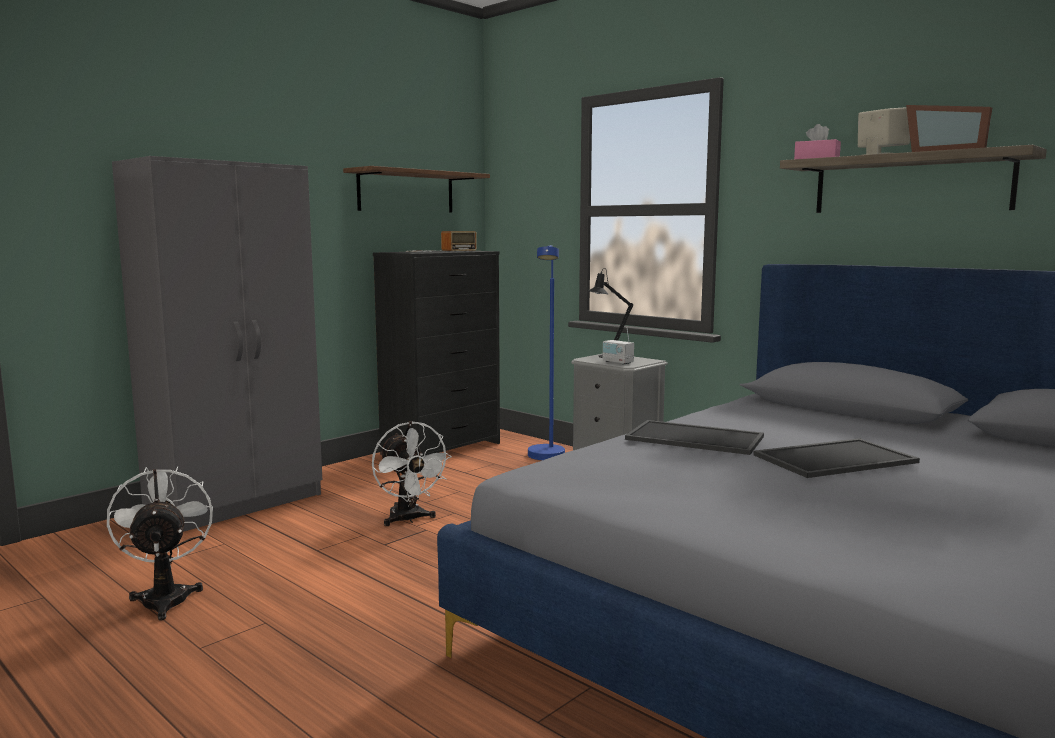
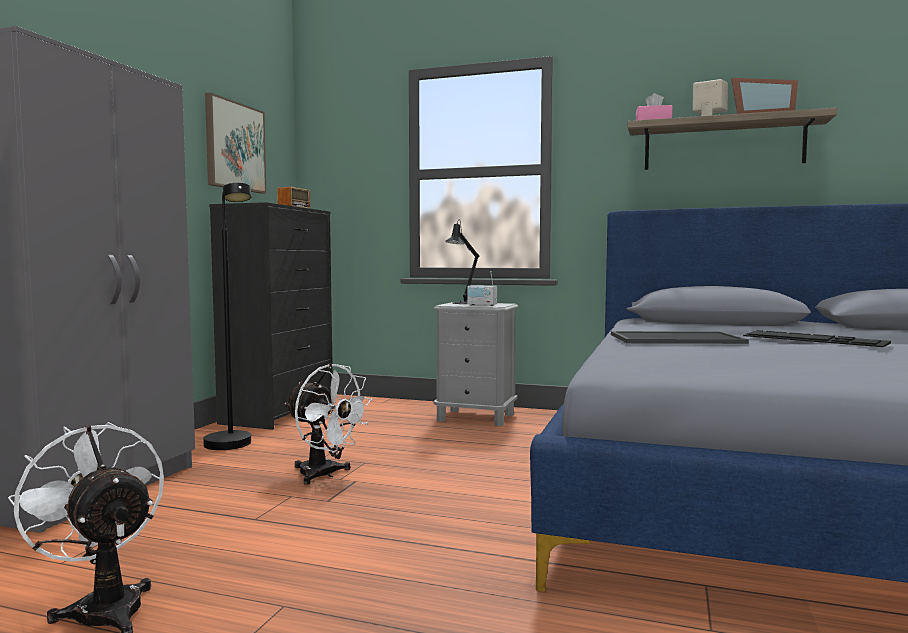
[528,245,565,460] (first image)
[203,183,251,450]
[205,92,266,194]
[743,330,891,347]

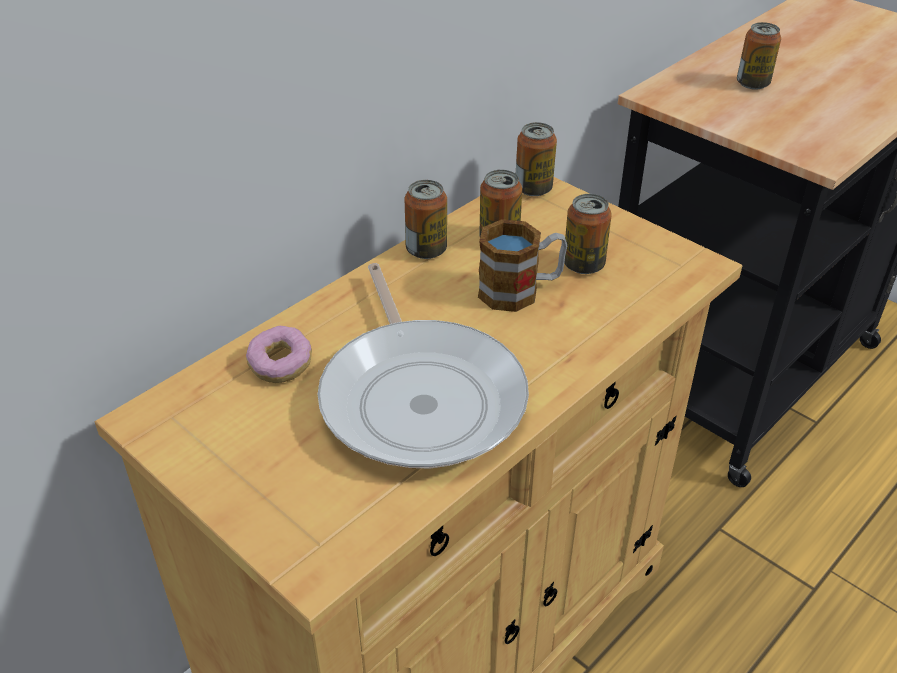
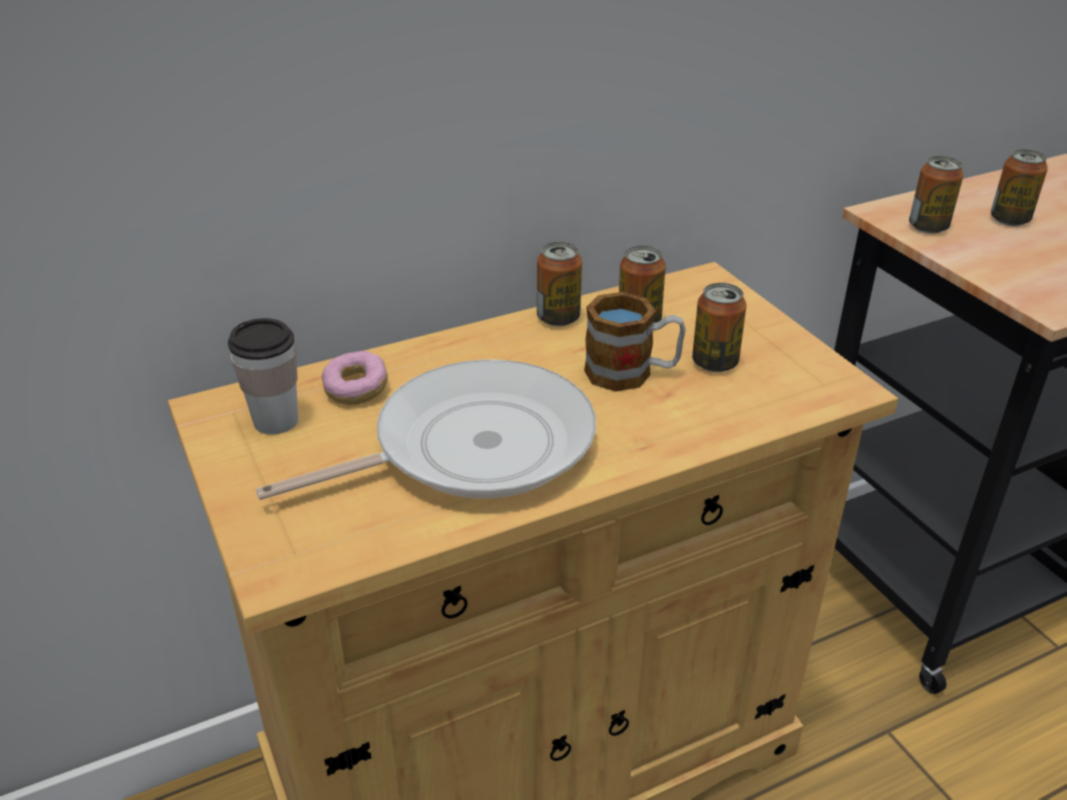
[228,318,298,435]
[909,156,964,234]
[256,359,596,500]

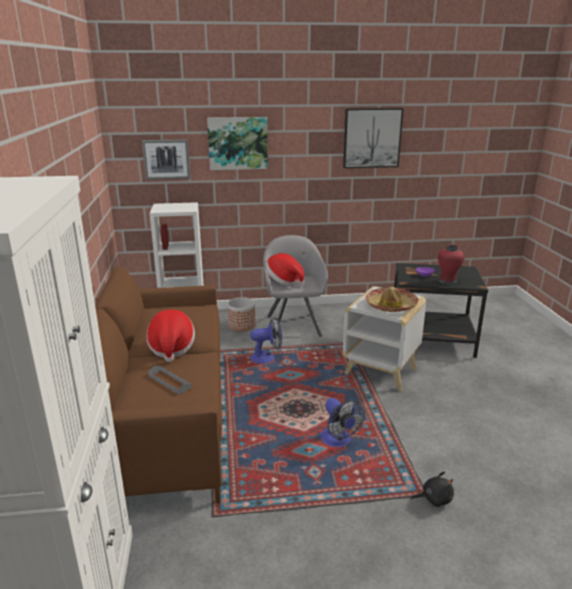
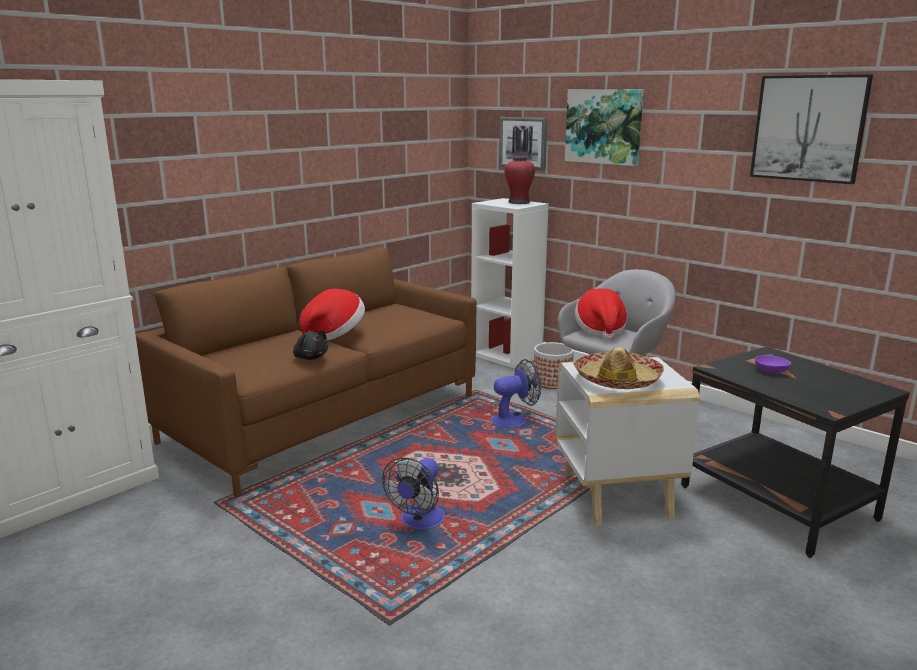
[149,366,191,394] (first image)
[293,330,328,360]
[504,156,535,204]
[491,359,541,427]

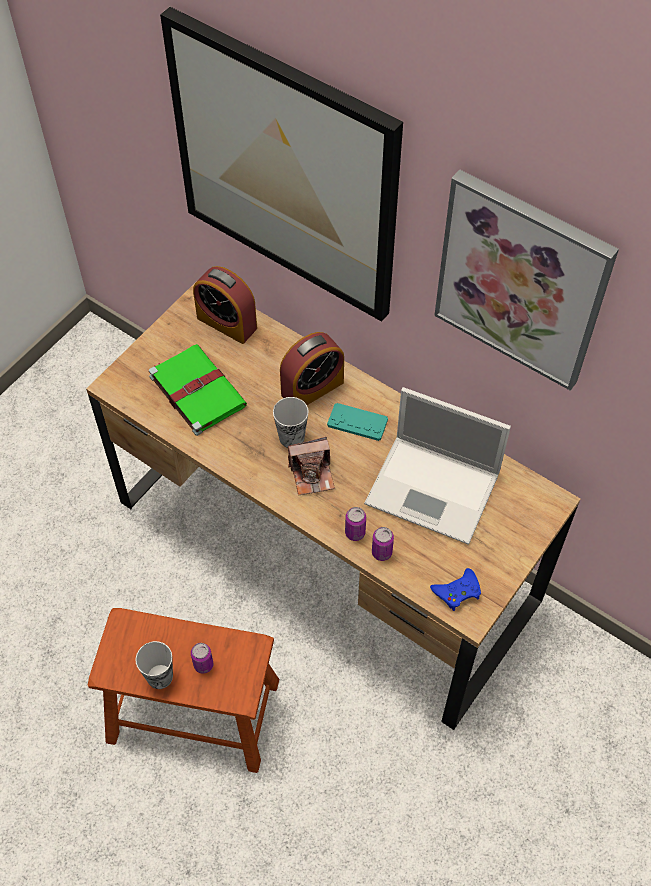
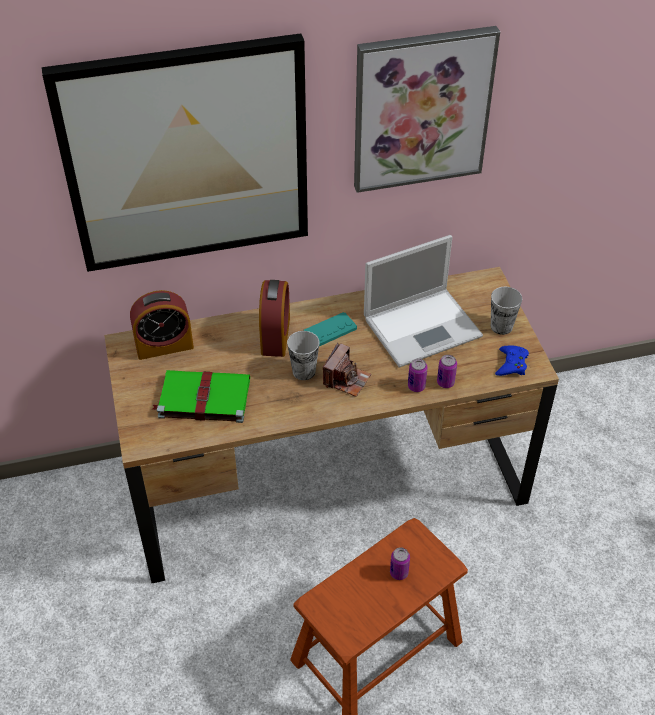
[491,287,522,335]

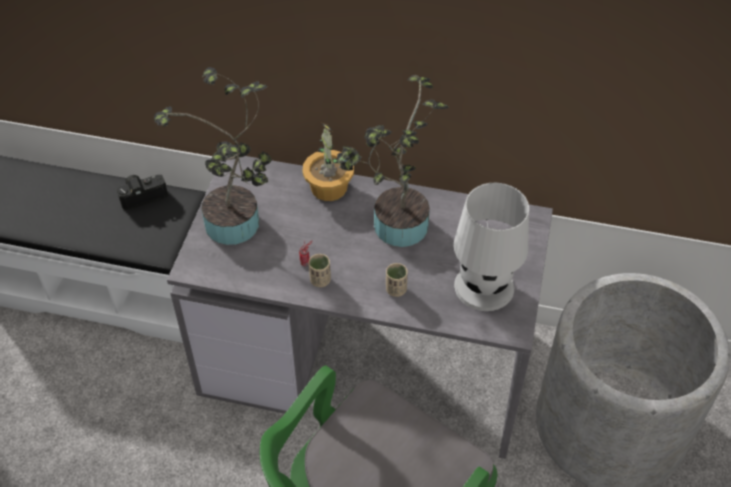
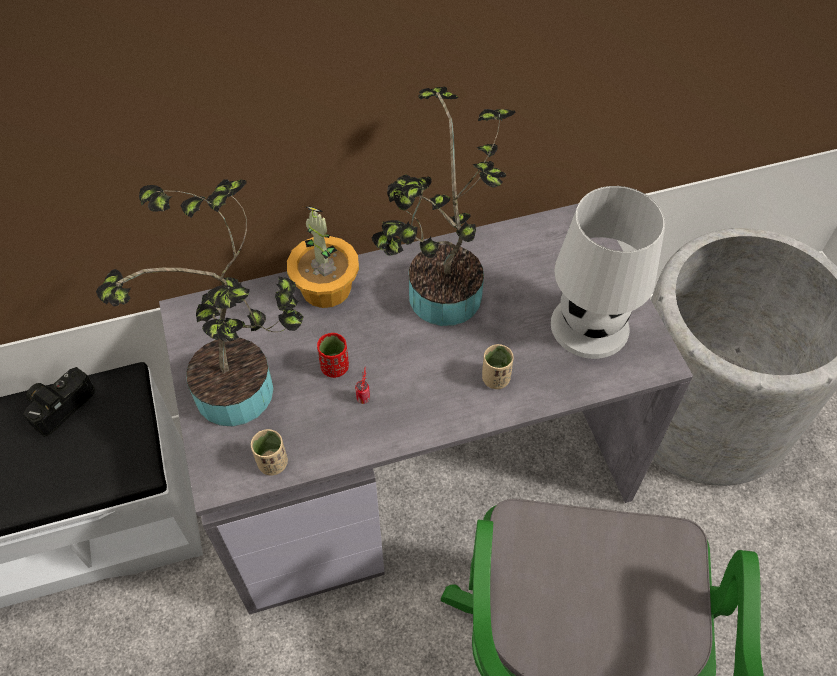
[317,333,349,378]
[251,429,288,475]

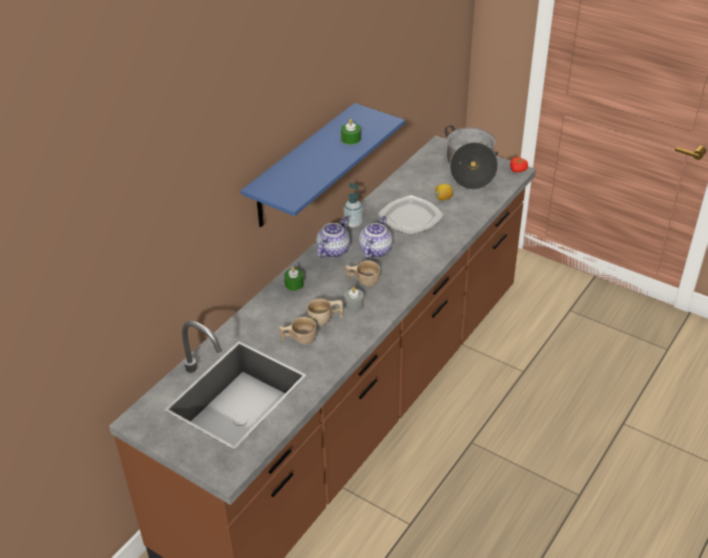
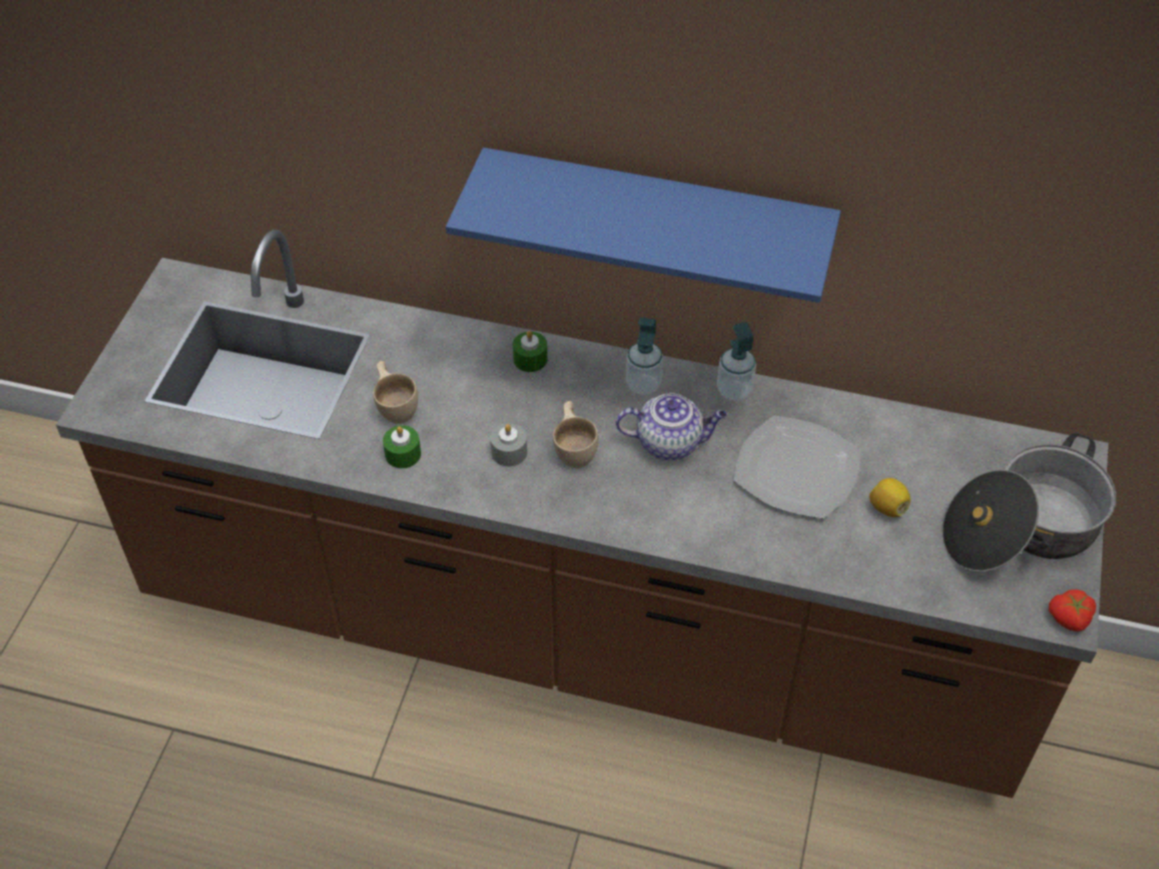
[307,299,343,327] (first image)
[383,425,421,468]
[626,317,663,395]

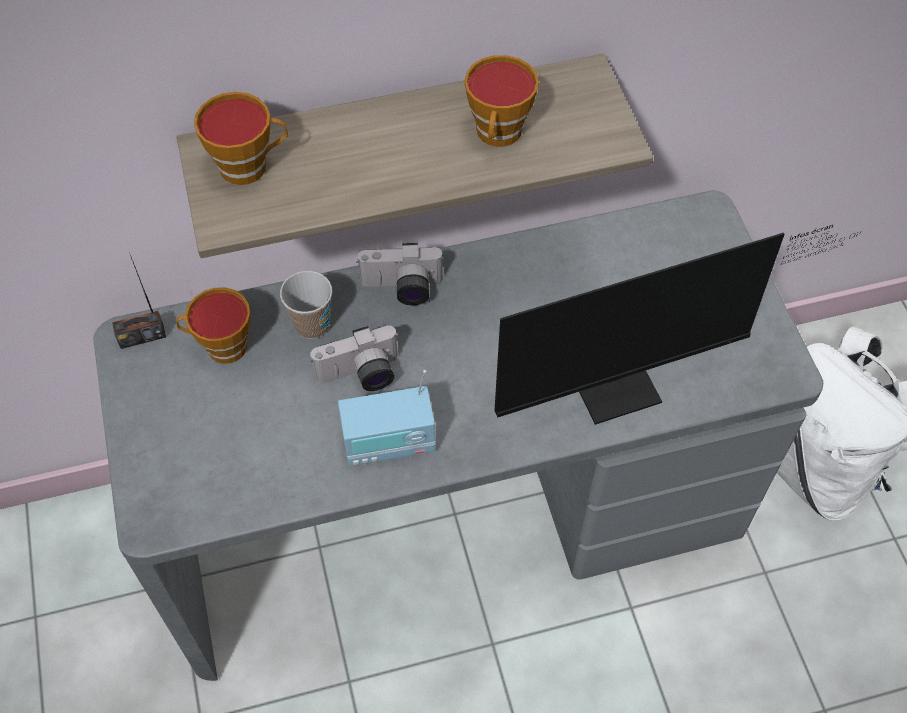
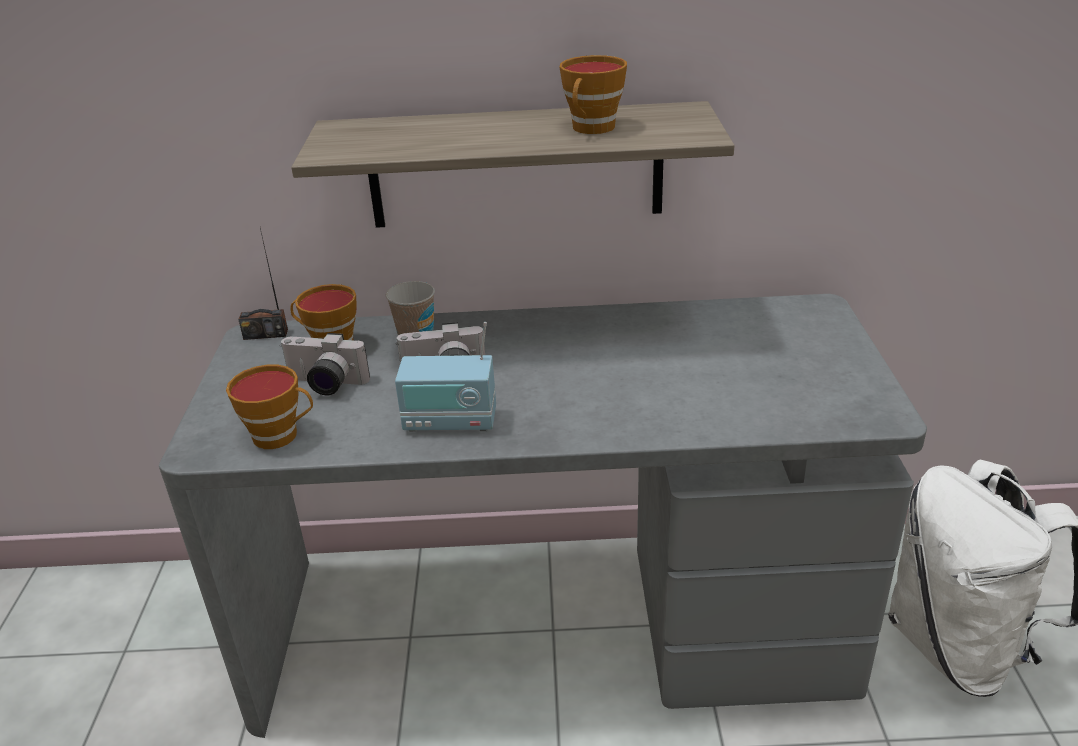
[494,225,861,425] (first image)
[226,365,313,449]
[280,333,370,395]

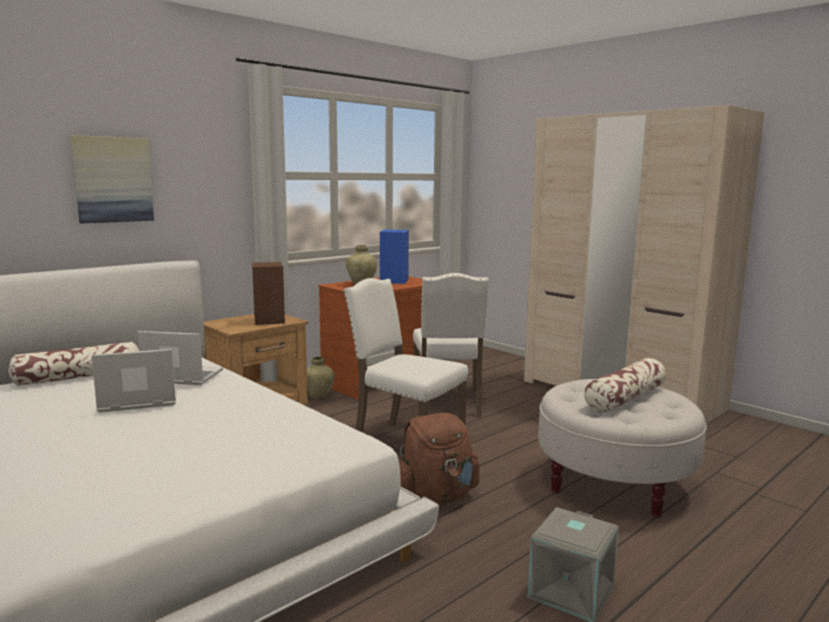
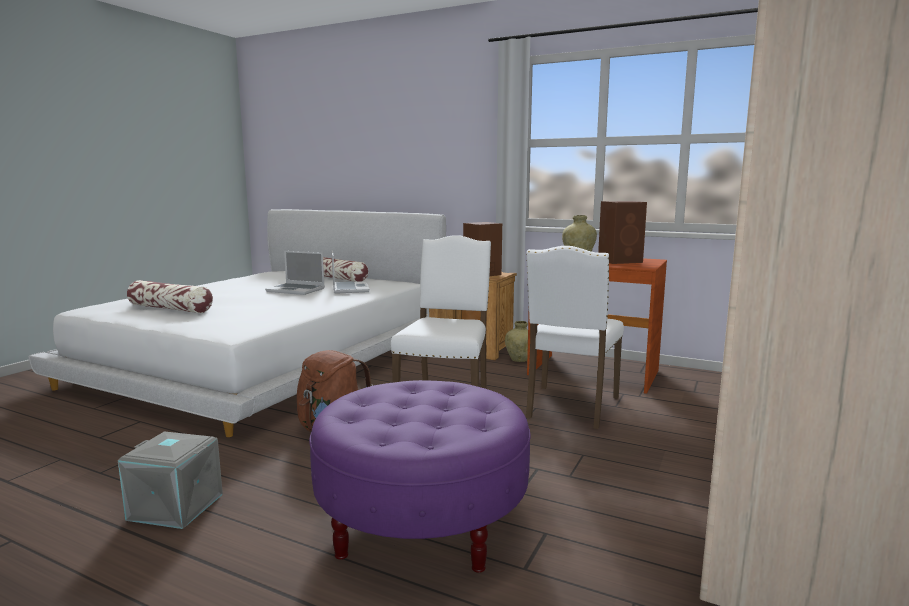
[71,135,154,223] (first image)
[127,280,213,313]
[598,201,647,264]
[309,380,531,573]
[265,251,325,295]
[526,246,624,429]

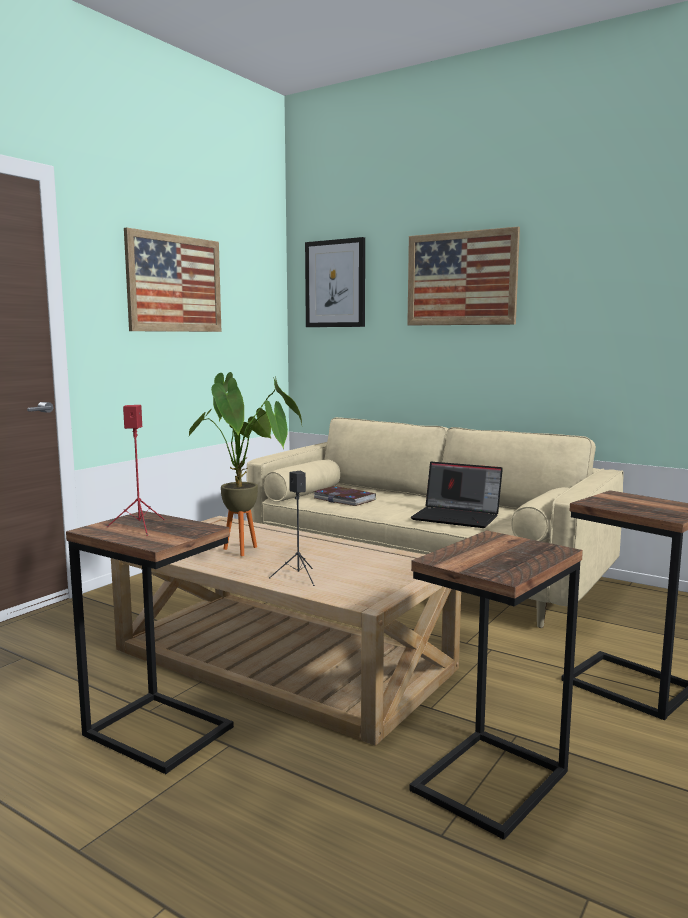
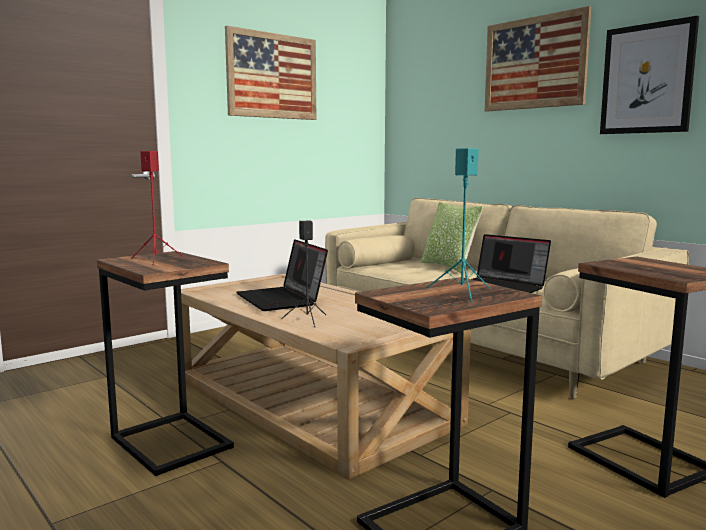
[313,486,376,506] (first image)
[420,202,483,273]
[425,148,490,302]
[600,16,699,134]
[237,239,328,311]

